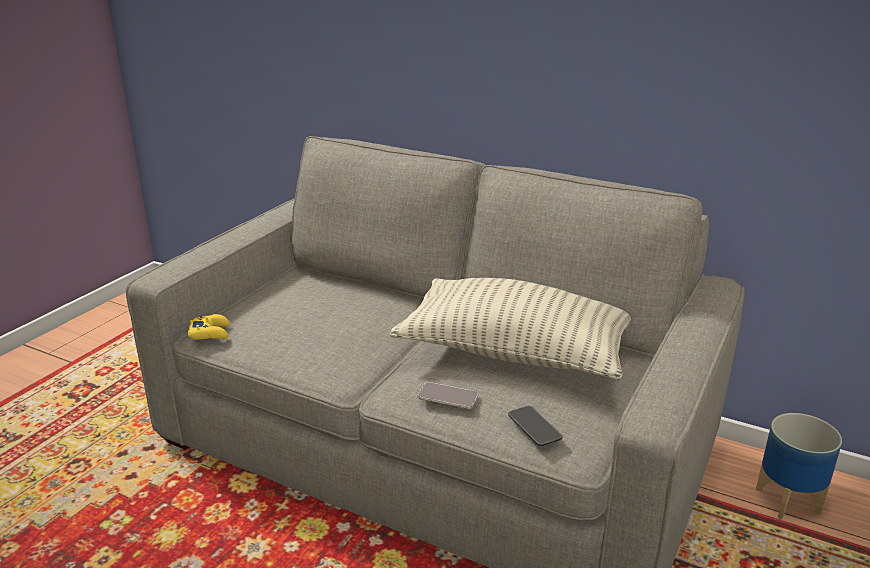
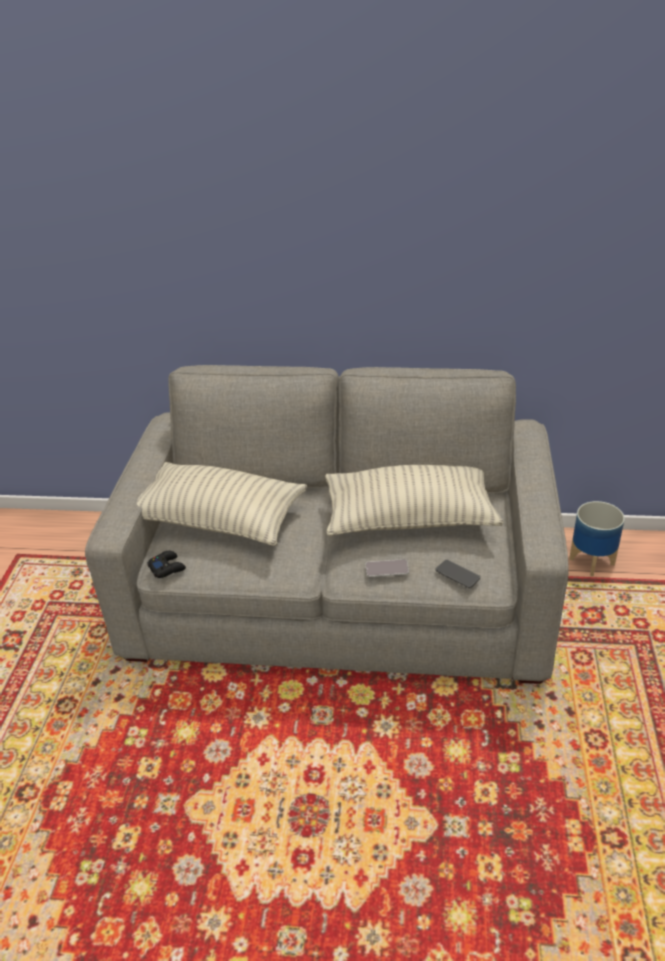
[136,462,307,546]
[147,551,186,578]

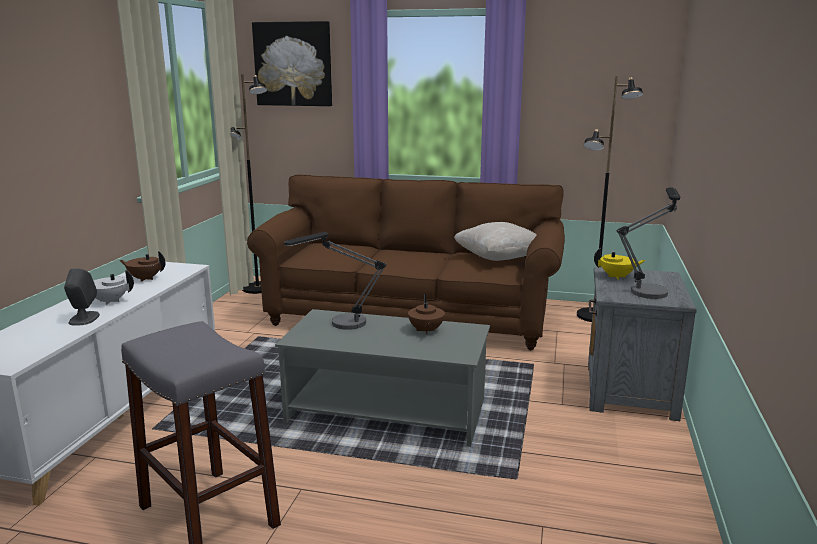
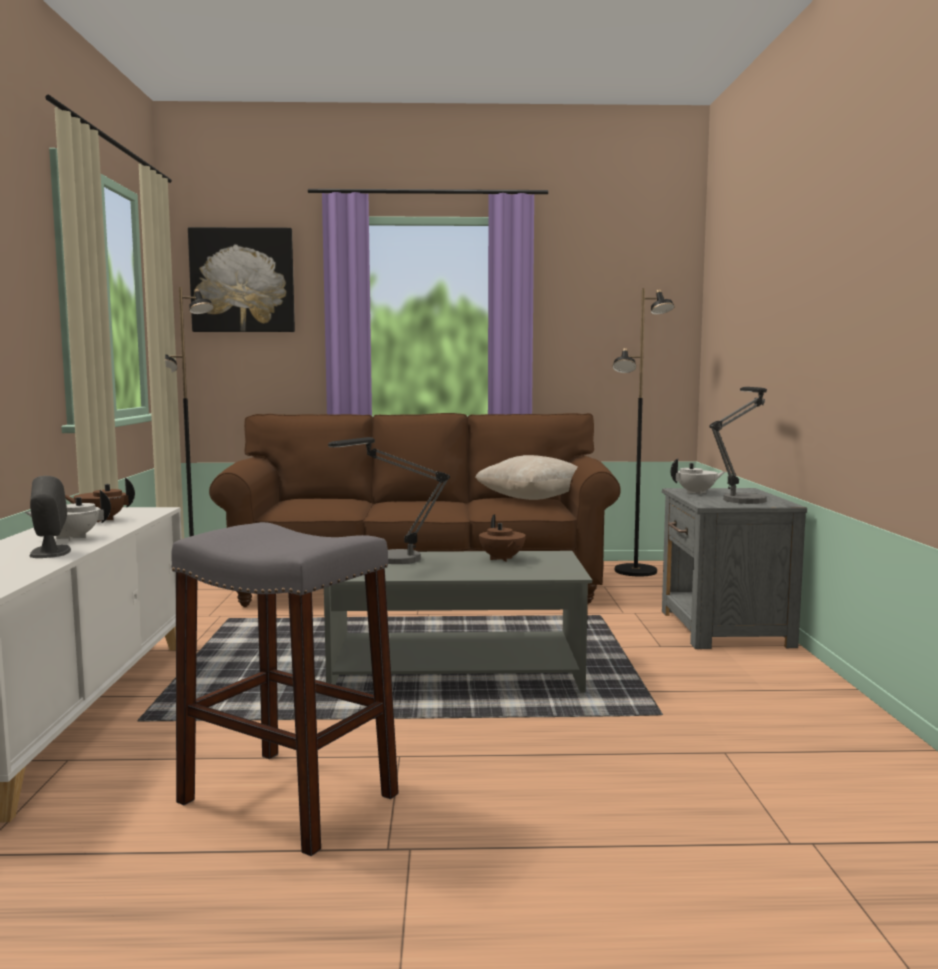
[671,458,725,495]

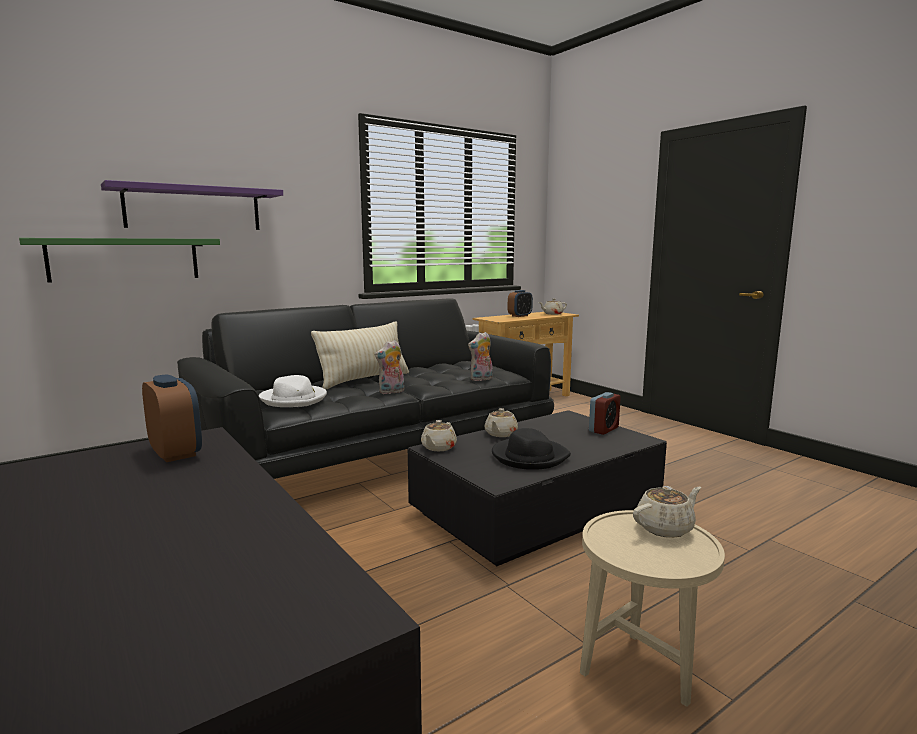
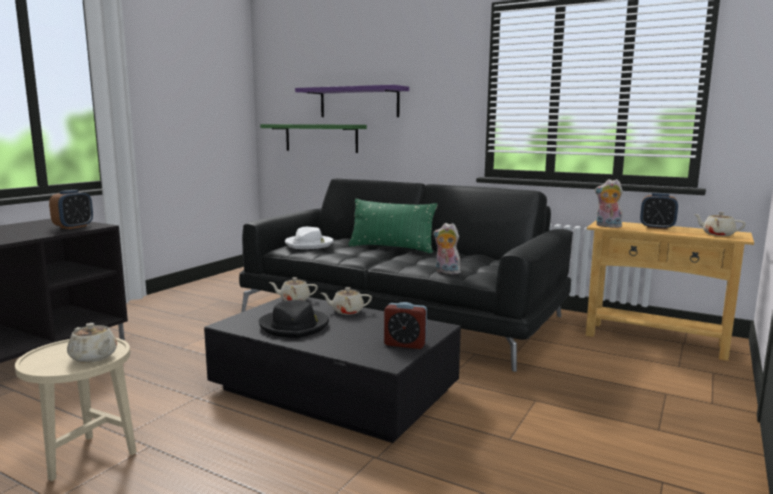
[595,179,623,228]
[349,199,438,253]

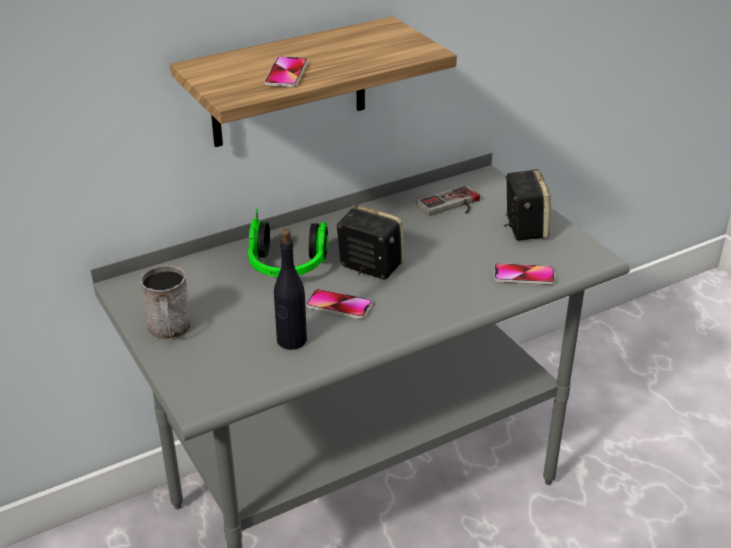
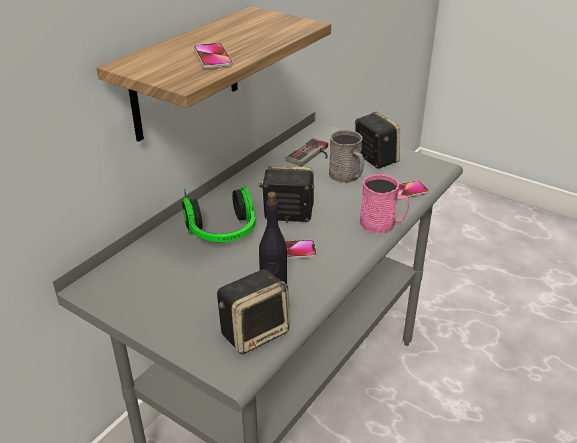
[217,269,290,355]
[360,174,409,234]
[329,130,364,183]

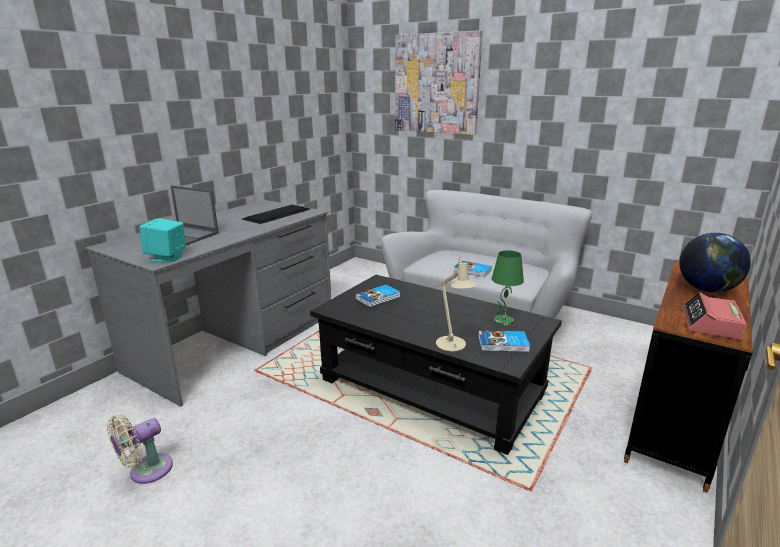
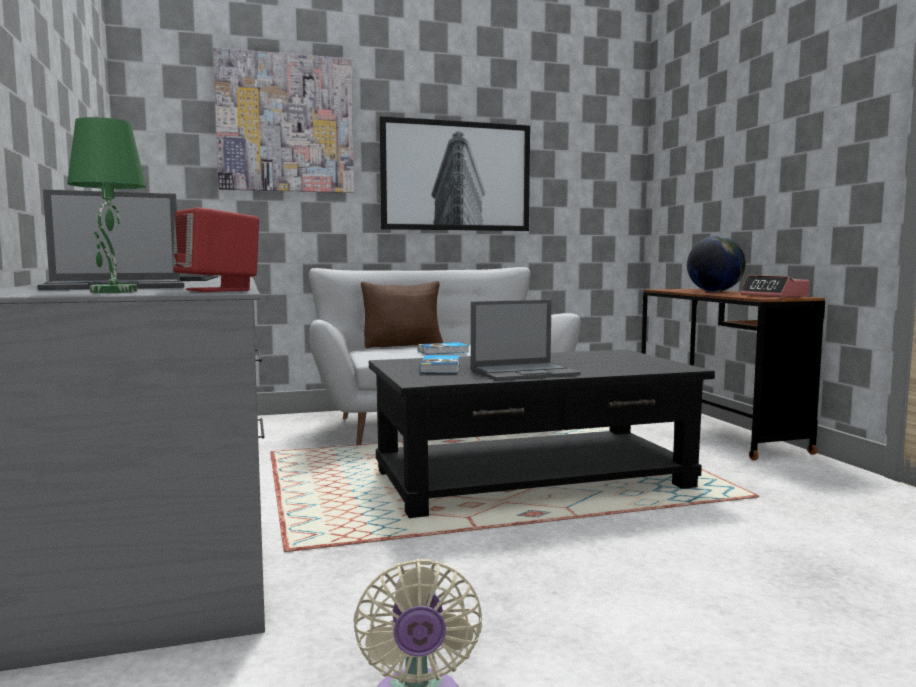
[436,256,476,351] (first image)
[478,331,530,352] (first image)
[361,281,443,348]
[380,116,530,231]
[471,300,581,381]
[67,117,146,293]
[173,207,259,292]

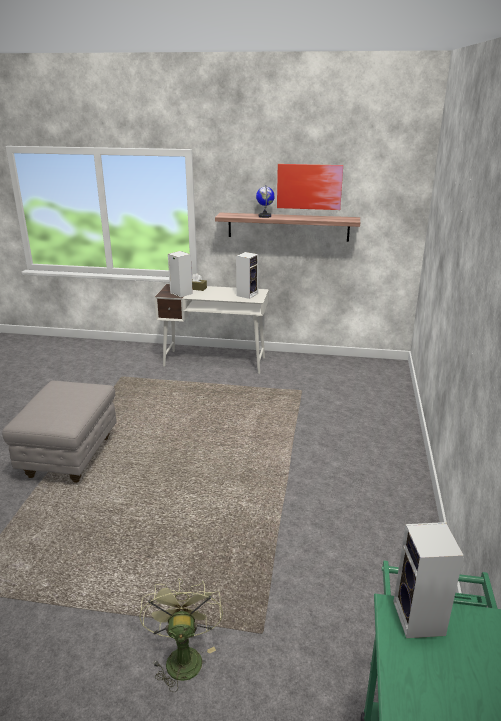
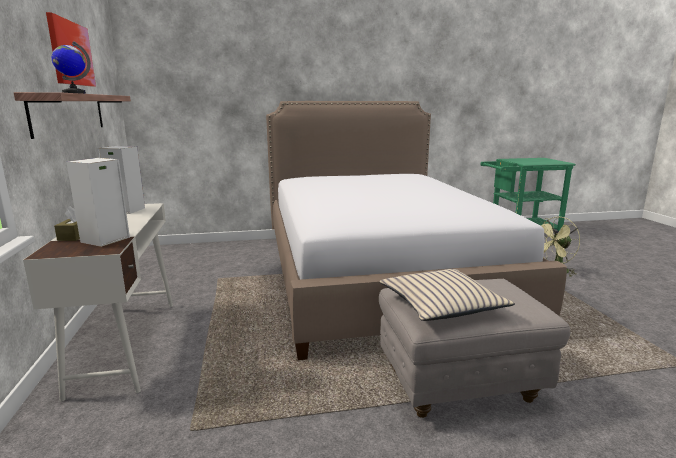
[394,522,464,638] (first image)
[266,101,567,360]
[379,269,515,321]

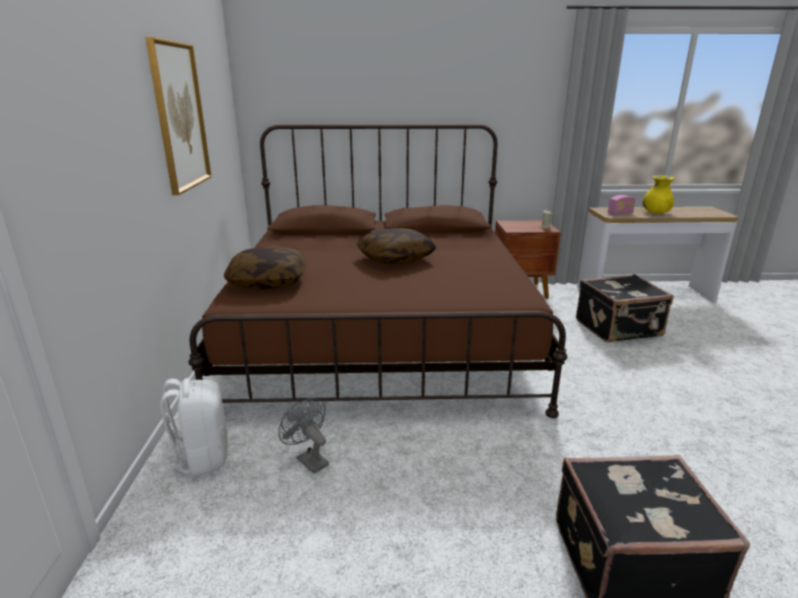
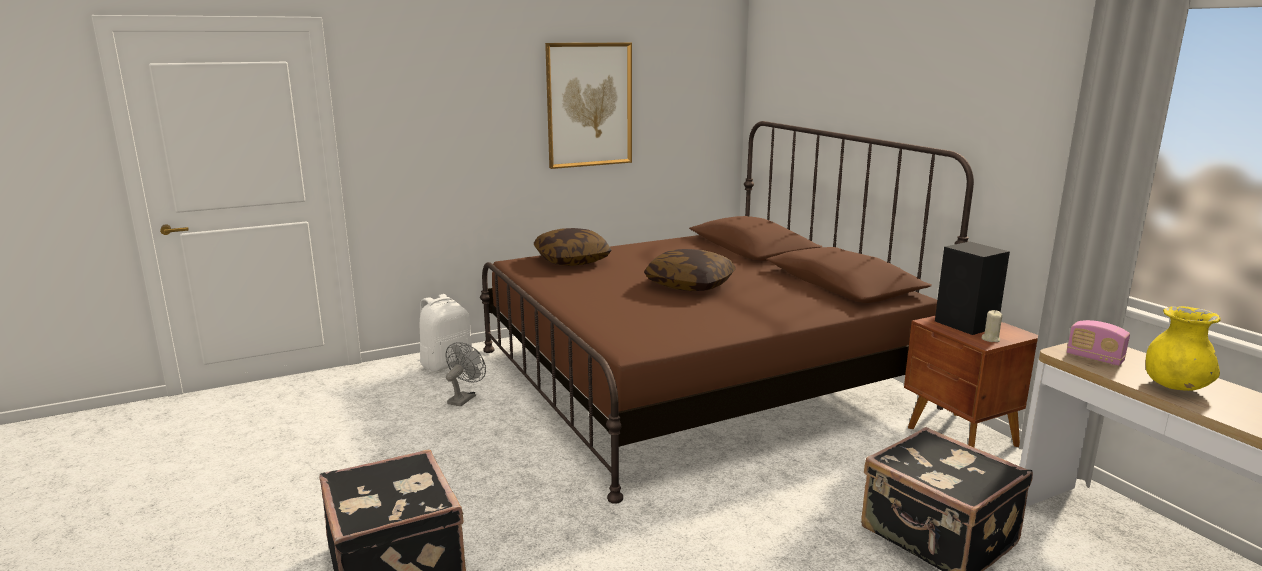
[935,242,1010,335]

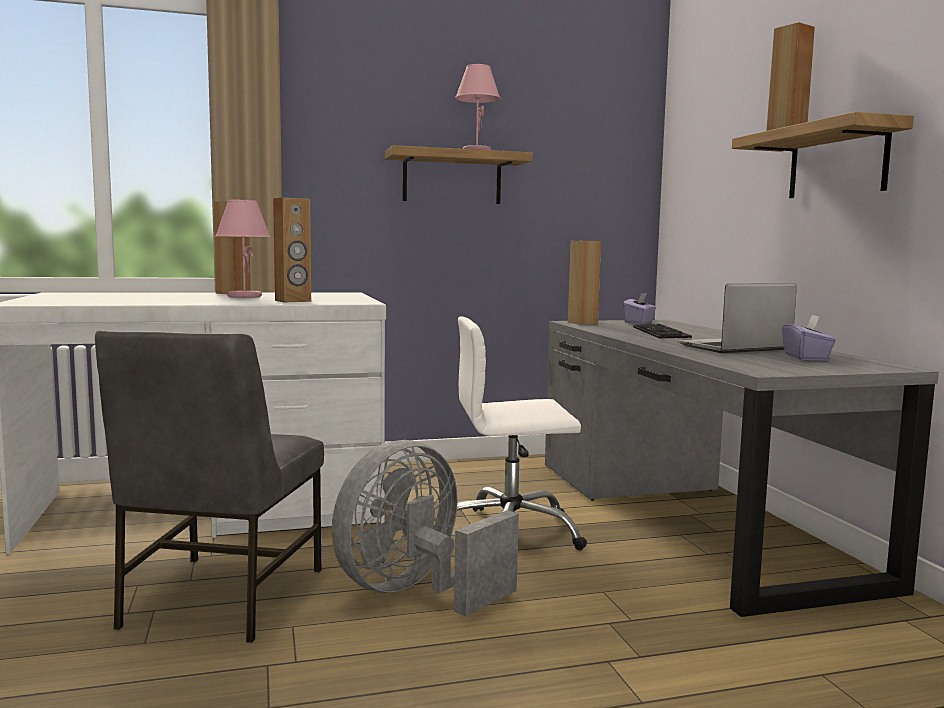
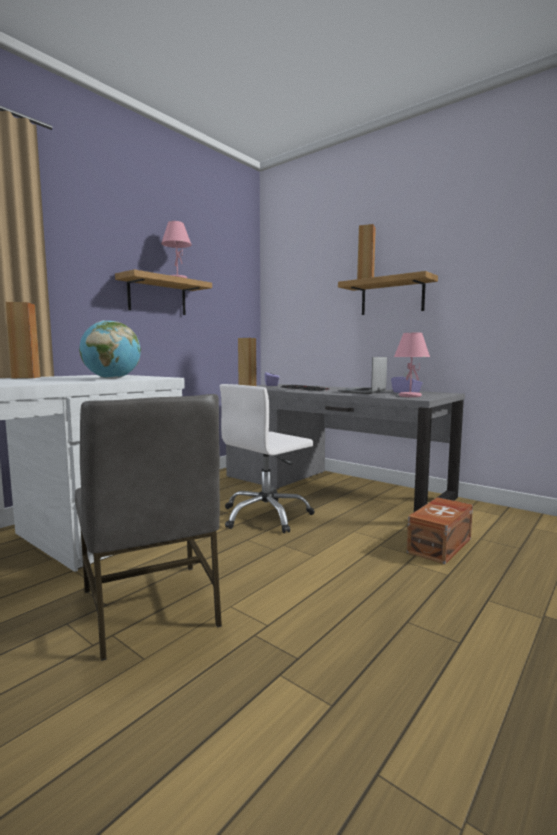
[331,440,519,617] (first image)
[407,497,473,564]
[394,333,430,397]
[79,320,141,379]

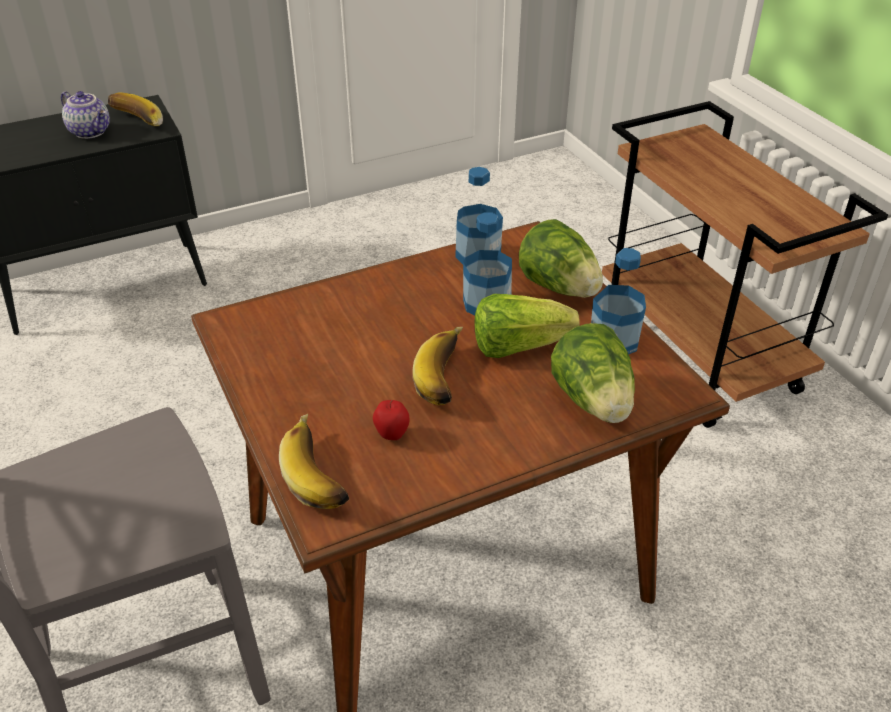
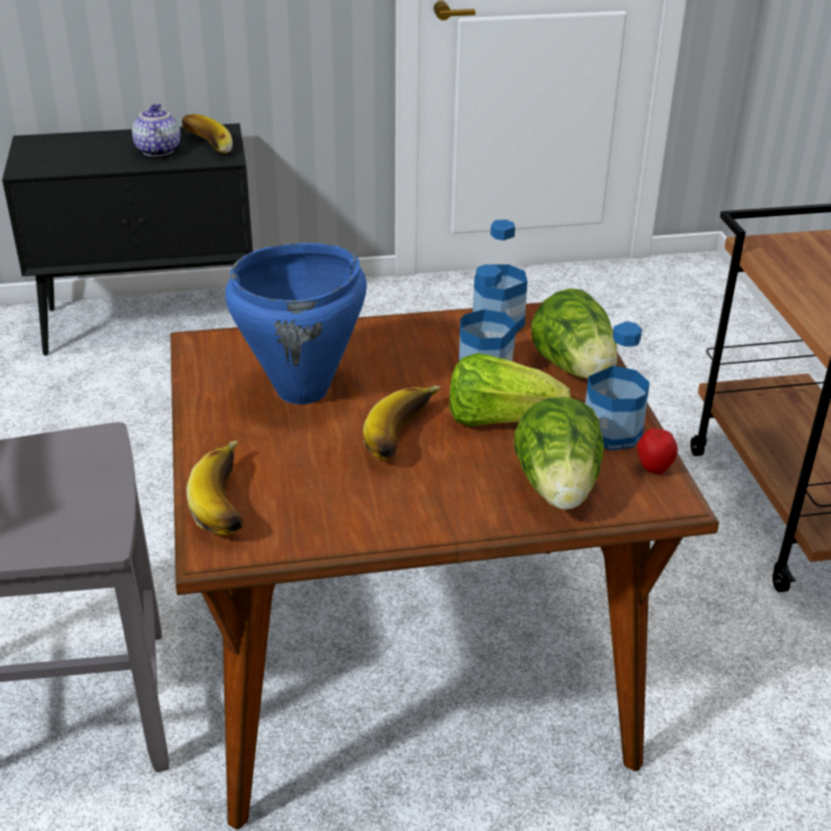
[225,243,367,404]
[637,427,678,474]
[132,104,180,157]

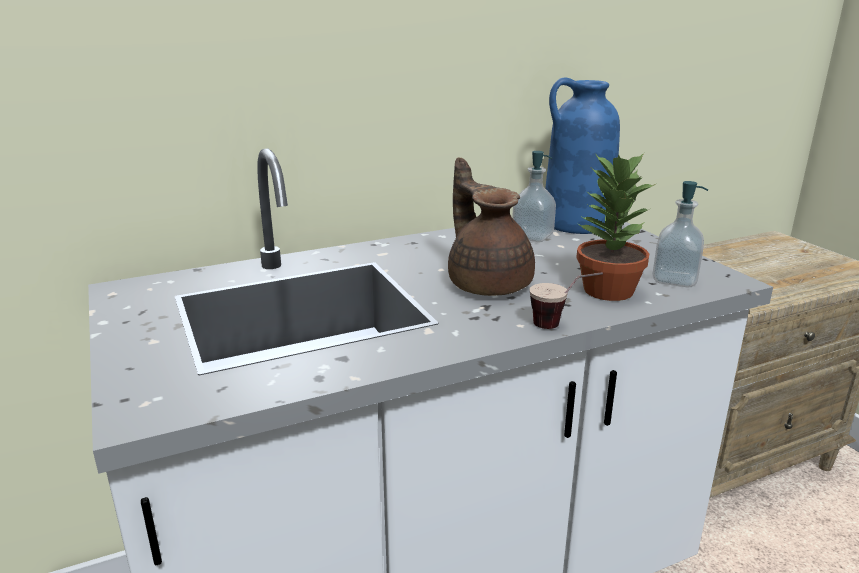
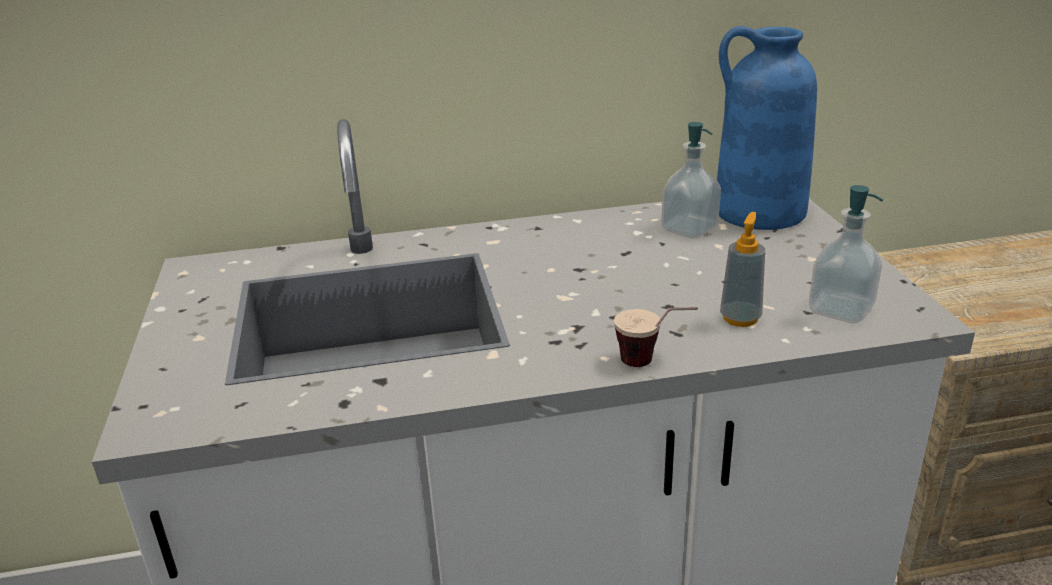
[448,158,535,296] (first image)
[720,212,765,327]

